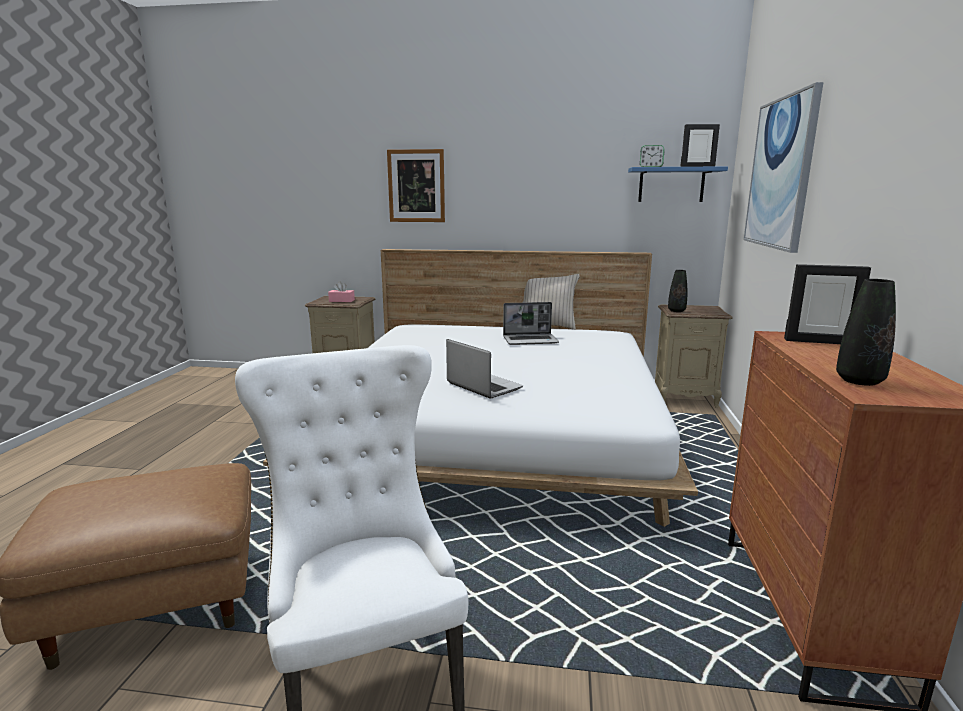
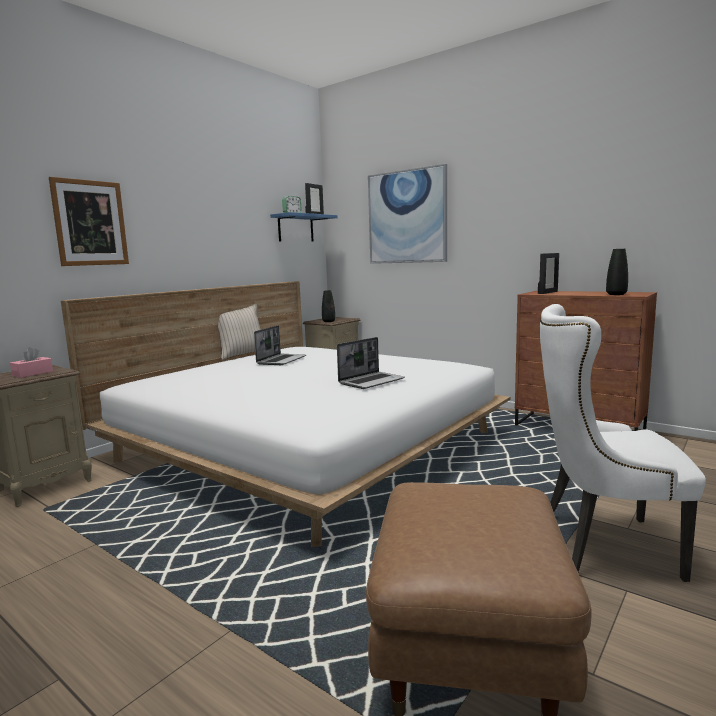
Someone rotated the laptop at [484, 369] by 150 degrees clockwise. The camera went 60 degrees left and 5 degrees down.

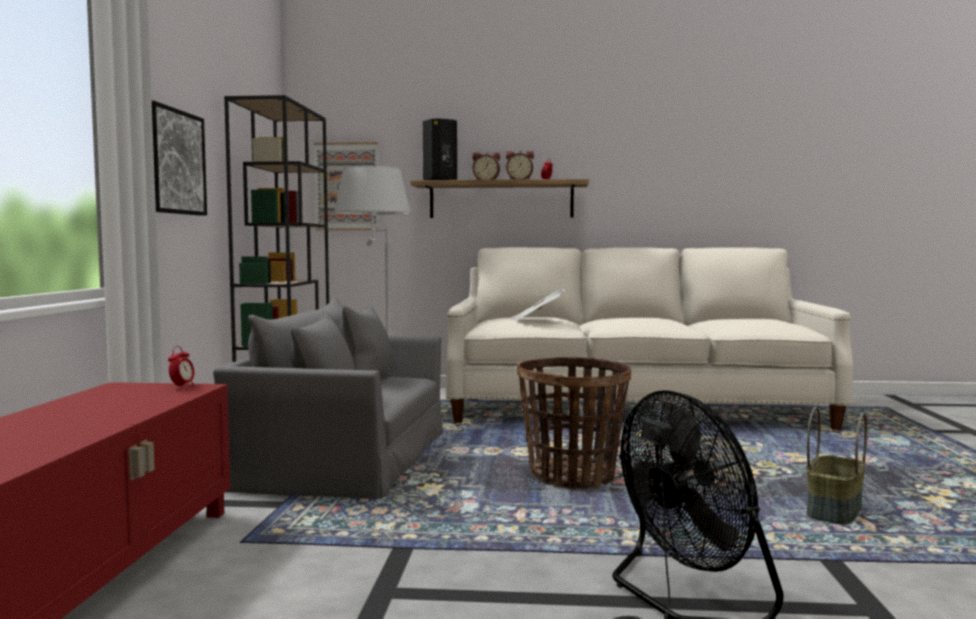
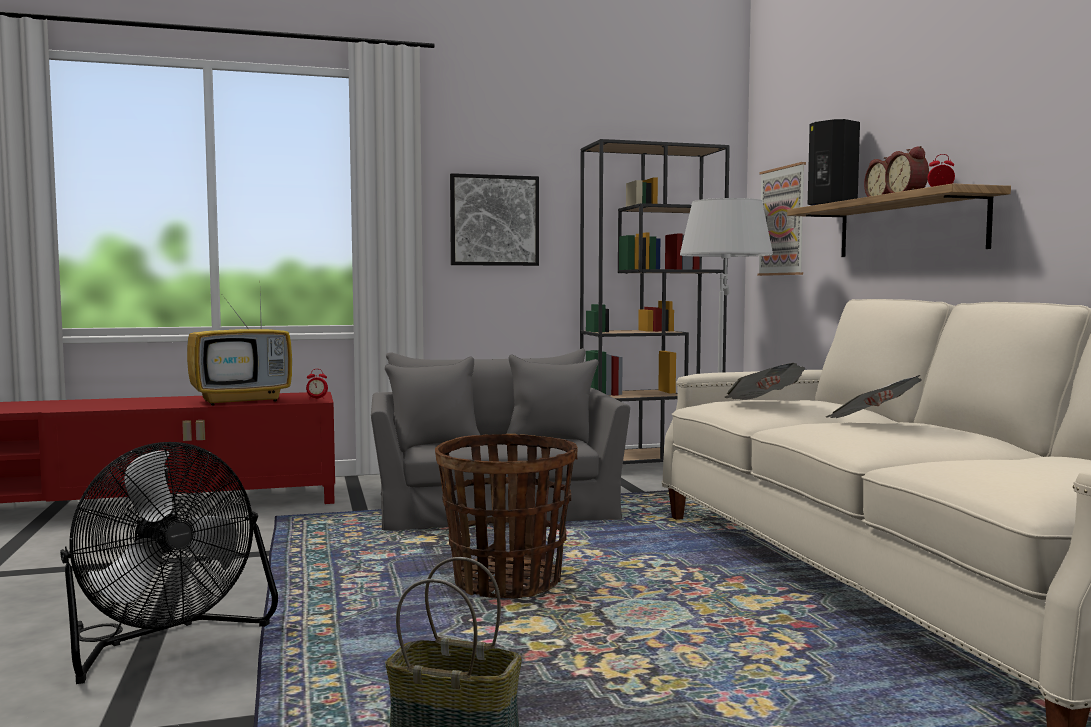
Someone put down the television at [239, 349]. Someone put down the newspaper at [874, 396]. The camera went 70 degrees right and 0 degrees up.

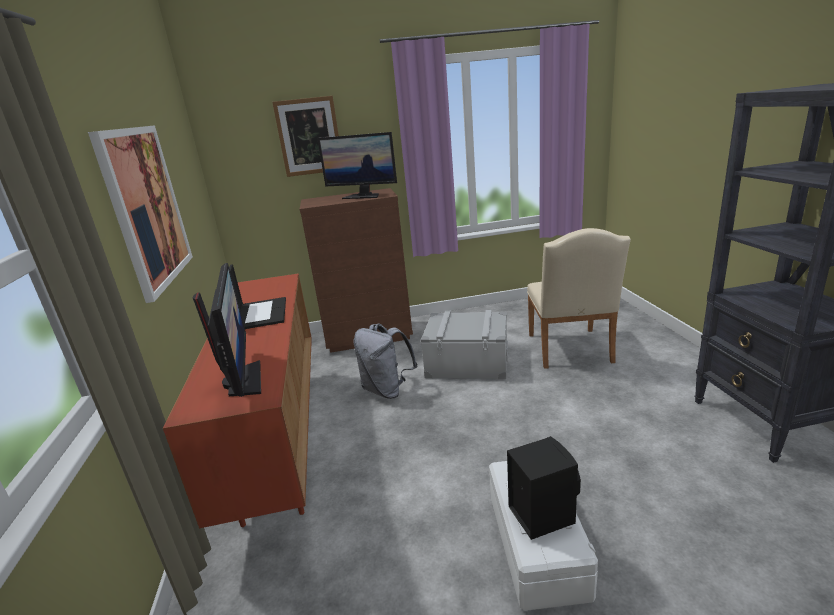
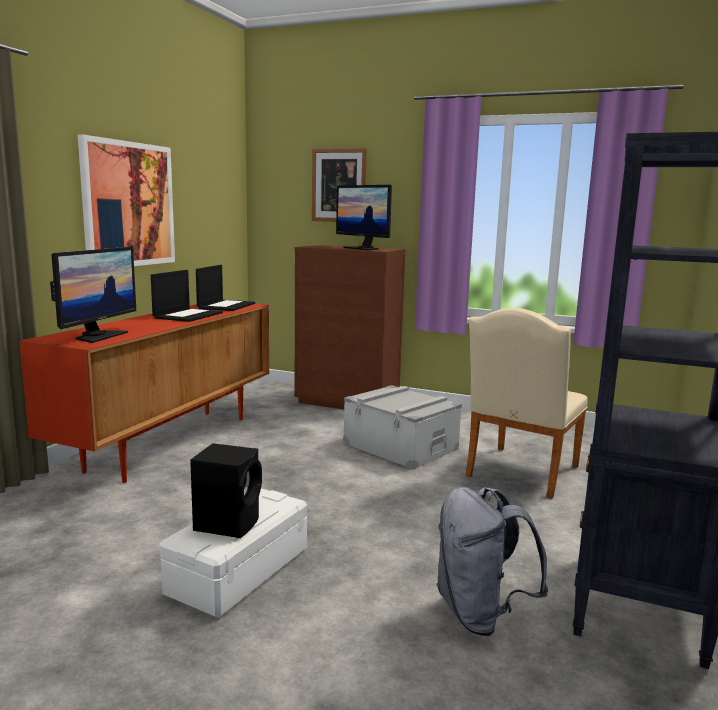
Someone carried the backpack (grey) from [385, 361] to [492, 561]. Someone put down the laptop at [225, 288]. The camera went 30 degrees right and 10 degrees down.

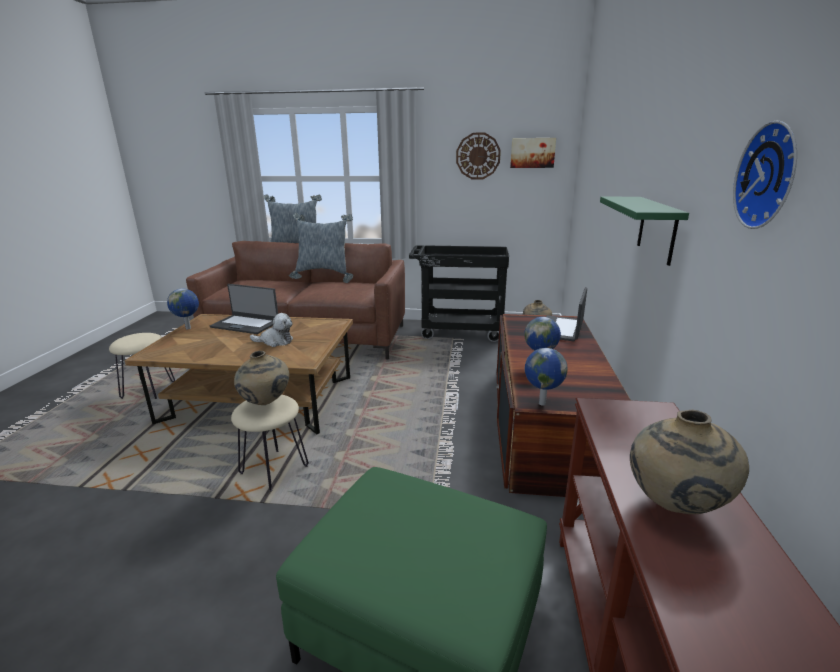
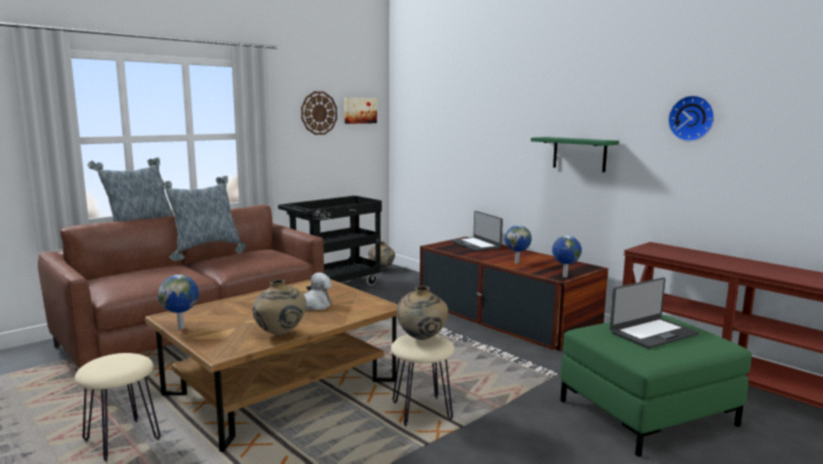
Someone carried the laptop from [244, 309] to [654, 313]. Someone carried the vase (beige) from [689, 462] to [279, 307]. The camera went 50 degrees left and 10 degrees down.

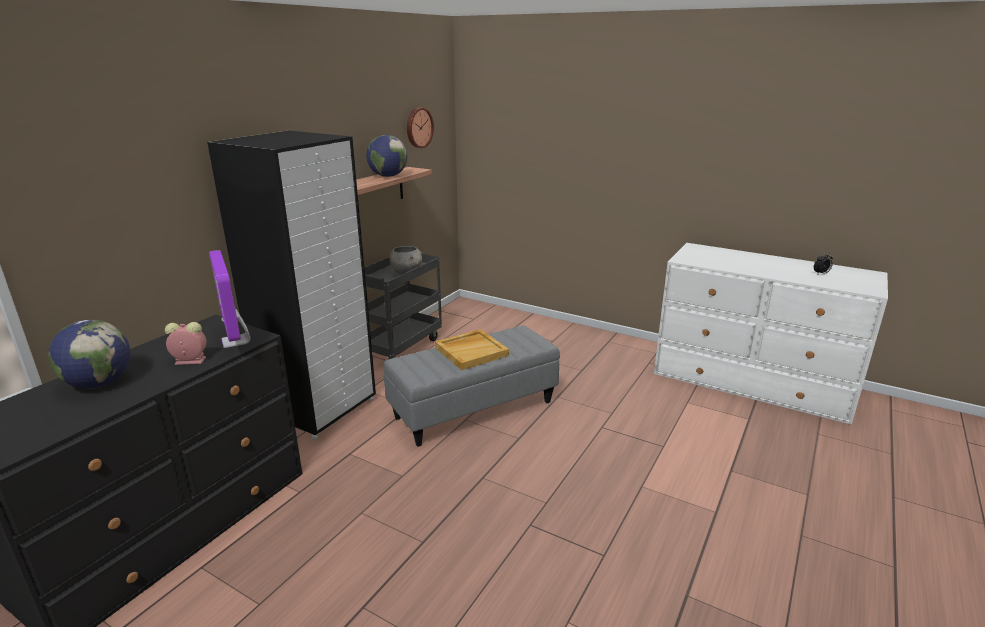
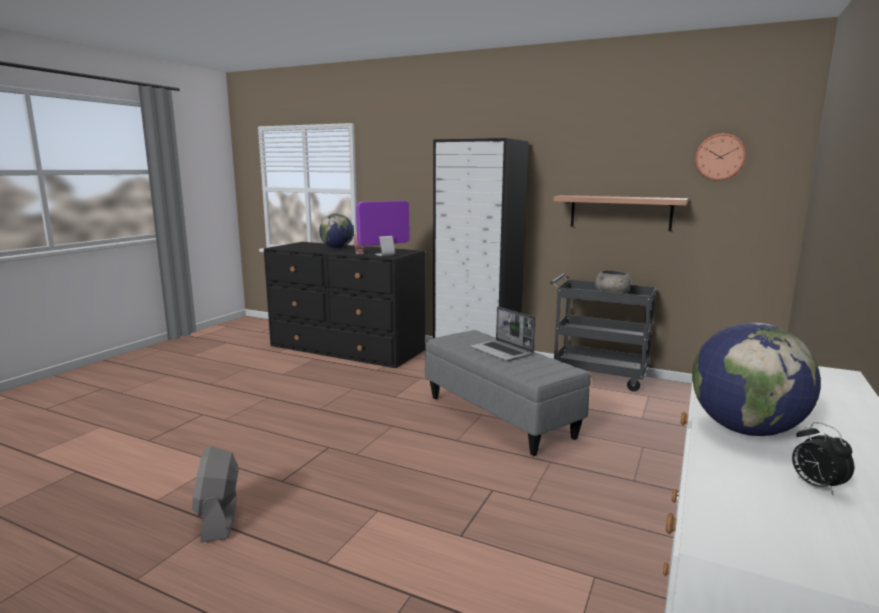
Someone carried the globe from [386, 156] to [756, 379]. Someone swapped the tray (beige) at [472, 349] for the laptop at [503, 334]. Someone put down the fan (grey) at [215, 494]. The camera went 85 degrees right and 10 degrees down.

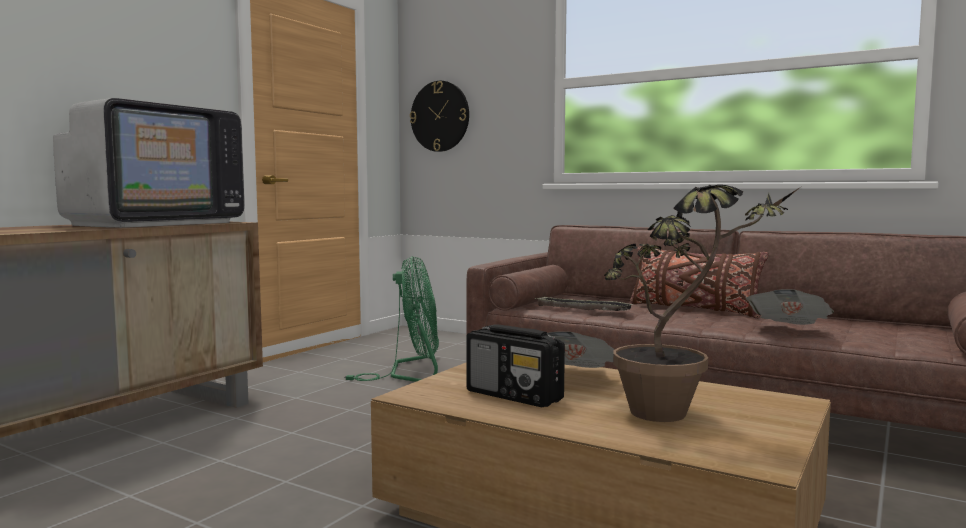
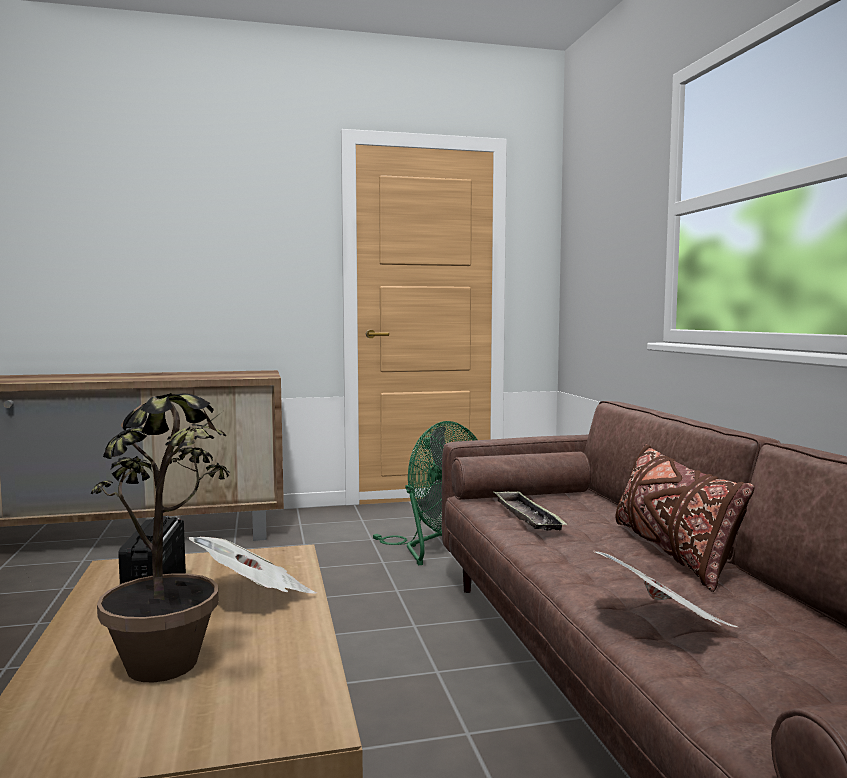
Someone took away the television at [148, 163]. Someone took away the wall clock at [439, 116]. The camera went 45 degrees right and 0 degrees up.

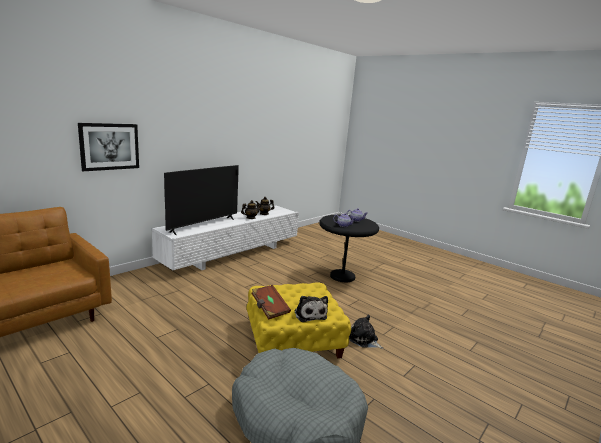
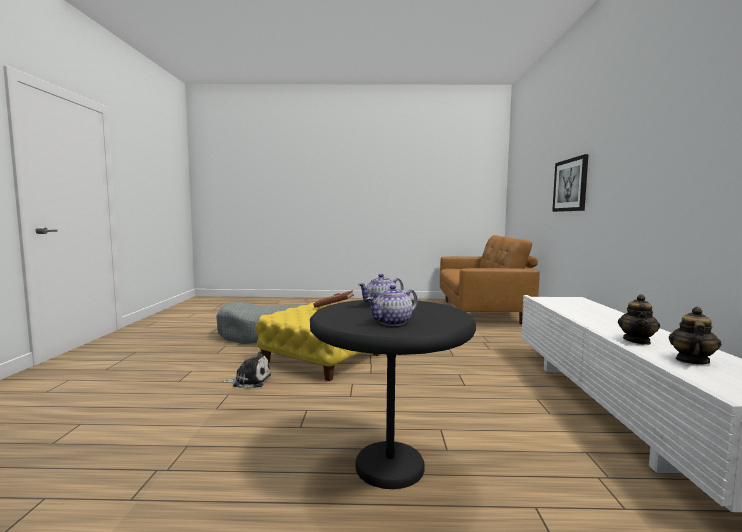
Someone took away the television at [201, 200]. Someone took away the plush toy at [311, 309]. The camera went 140 degrees right and 10 degrees down.

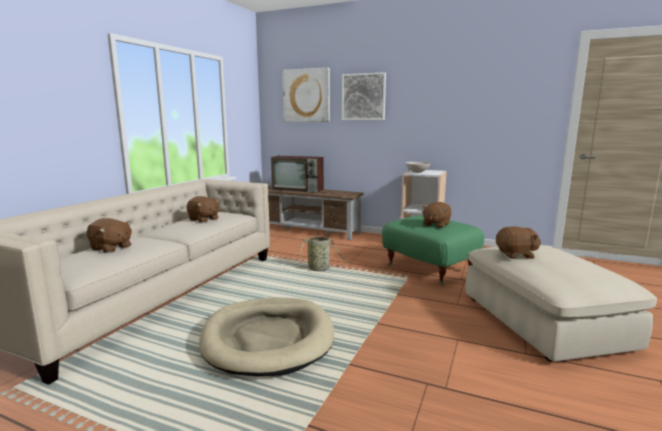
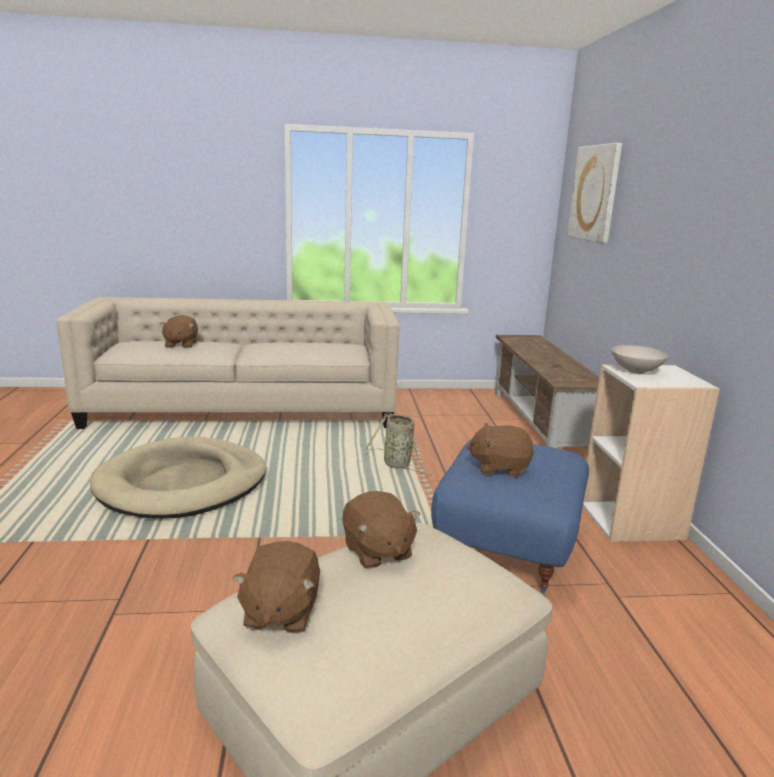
Someone carried the plush toy (brown) from [202, 209] to [276, 587]. Someone took away the television at [297, 174]. Someone took away the picture at [364, 96]. Someone repainted the ottoman (green) at [433, 250], which became the ottoman (blue) at [510, 517]. The camera went 60 degrees right and 5 degrees up.

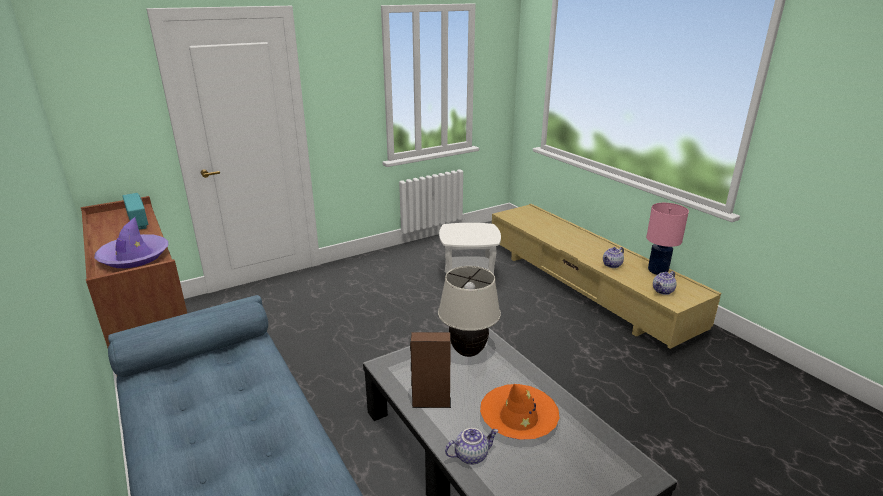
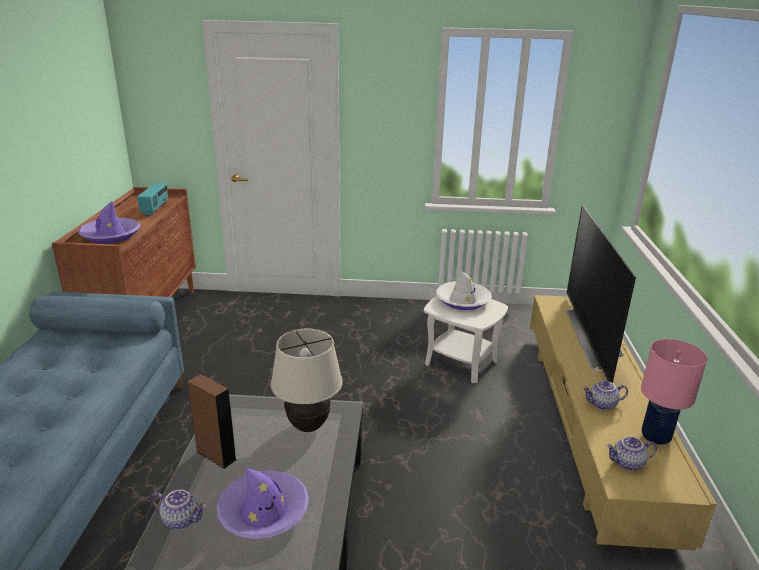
Someone repainted the hat (orange) at [519, 412], which became the hat (purple) at [262, 503]. Someone put down the hat (white) at [464, 290]. Someone put down the television at [601, 294]. The camera went 35 degrees right and 0 degrees up.

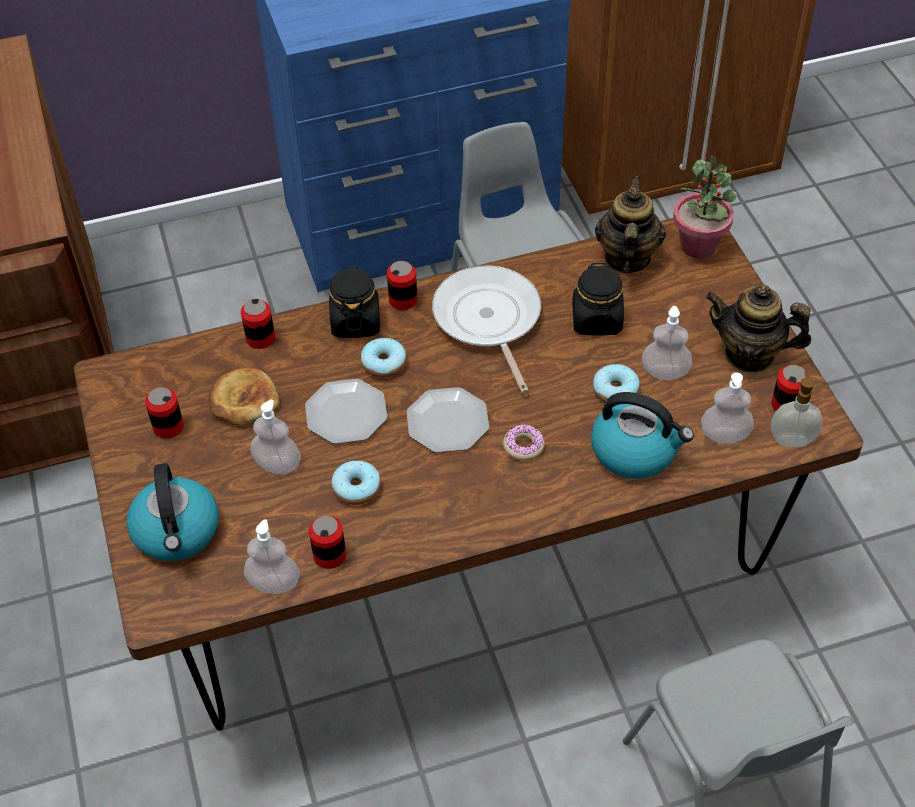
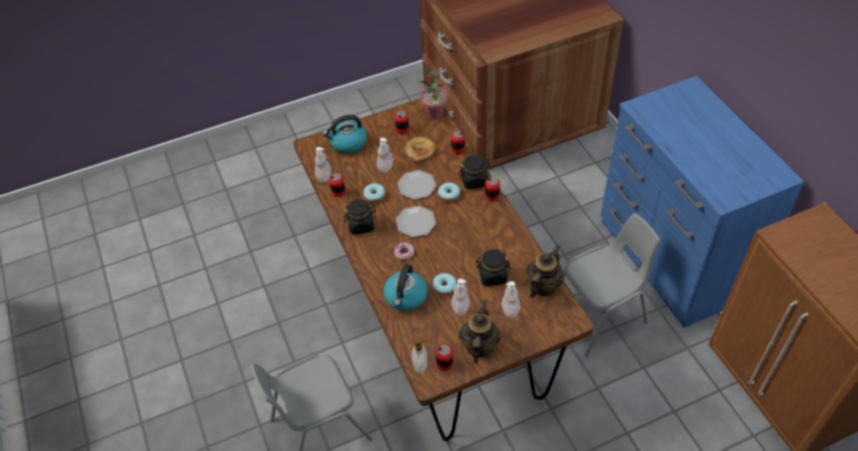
Someone took away the frying pan at [486, 329]. Someone rotated the teapot at [630, 224] by 60 degrees counterclockwise. Someone carried the potted plant from [705, 207] to [434, 94]. Someone carried the soap dispenser from [727, 408] to [510, 299]. Someone put down the jar (black) at [360, 217]. The camera went 85 degrees right and 0 degrees up.

